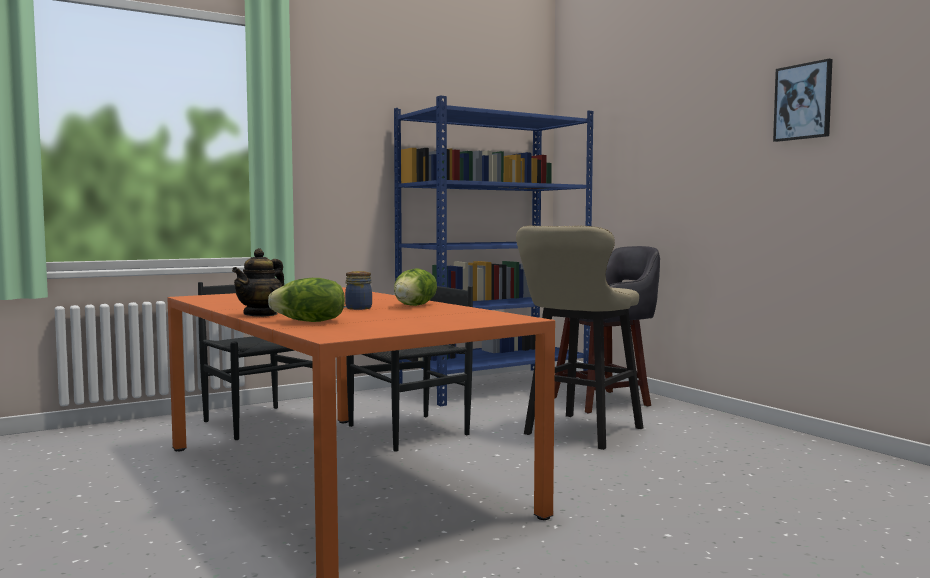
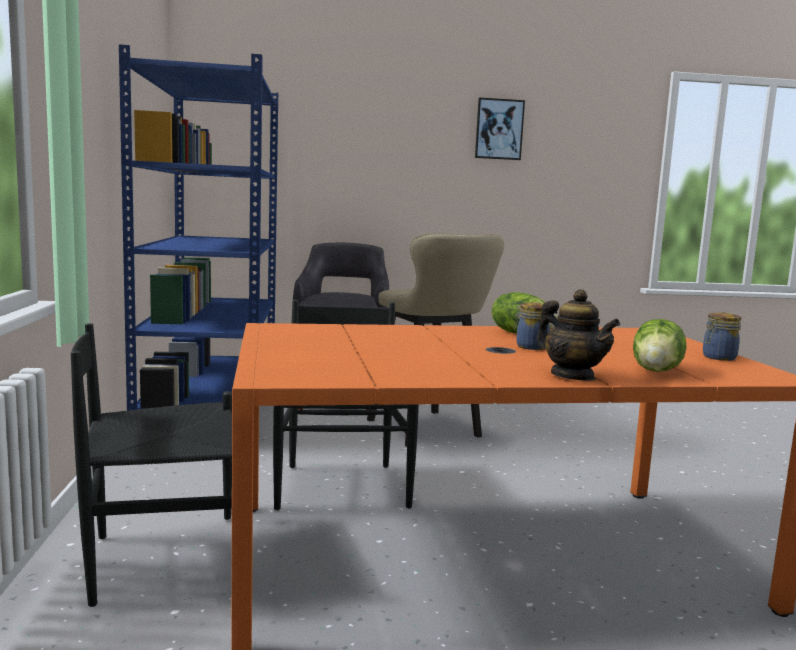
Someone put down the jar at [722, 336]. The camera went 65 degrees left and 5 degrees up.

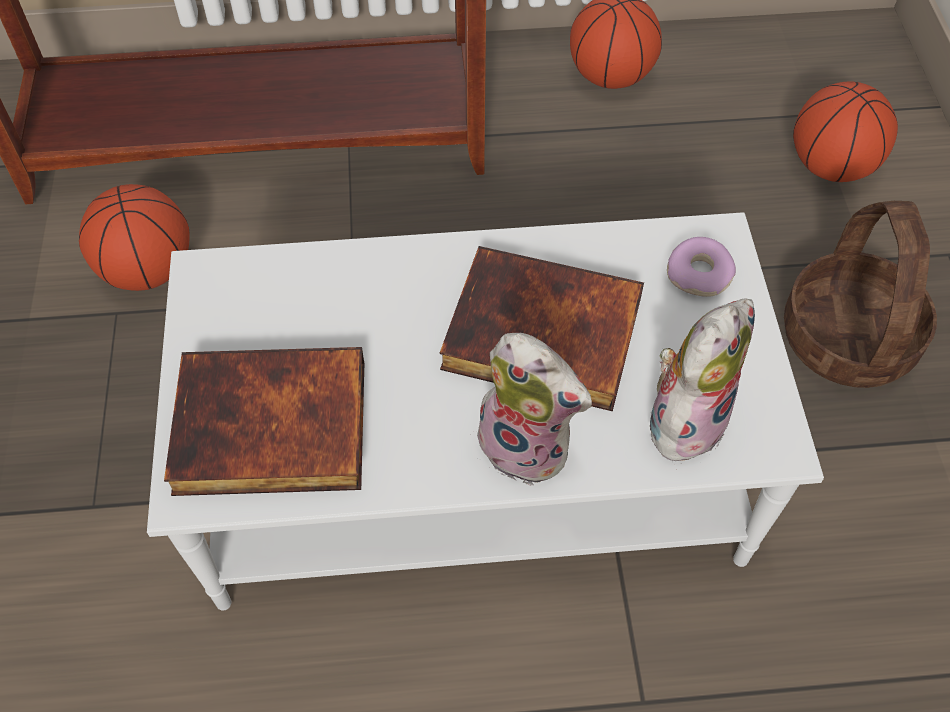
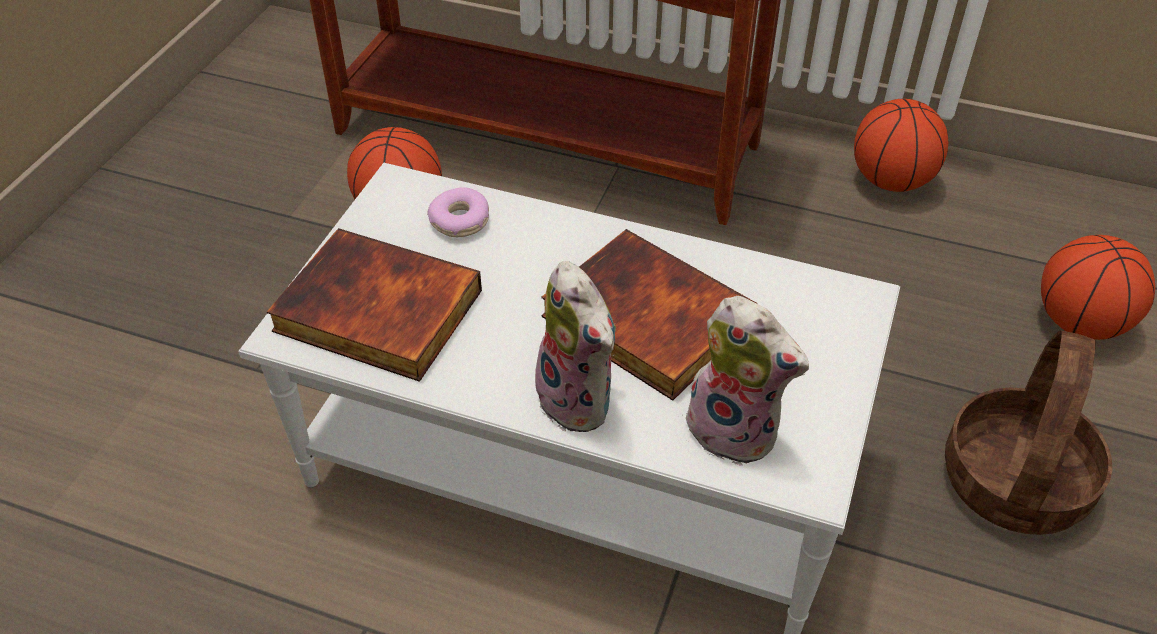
Someone rotated the plush toy at [702, 384] by 60 degrees clockwise. Someone carried the donut from [701, 267] to [458, 212]. The camera went 25 degrees right and 10 degrees down.

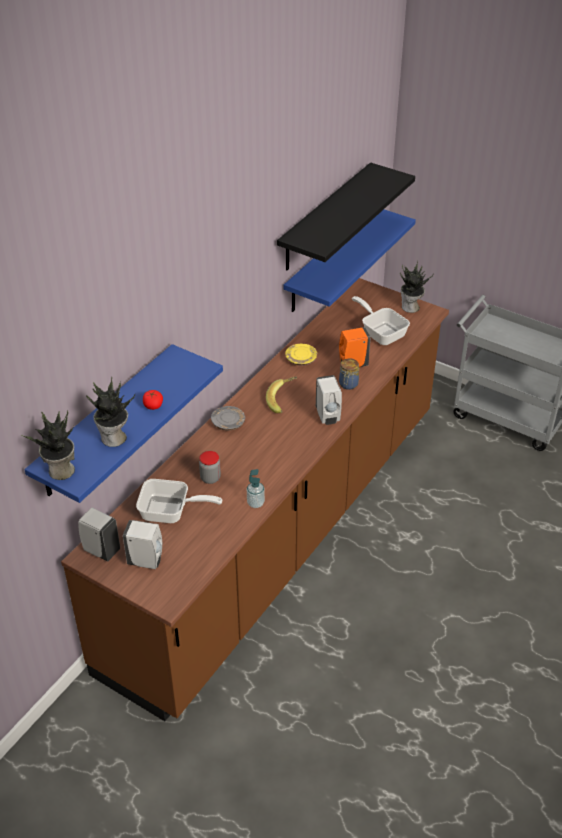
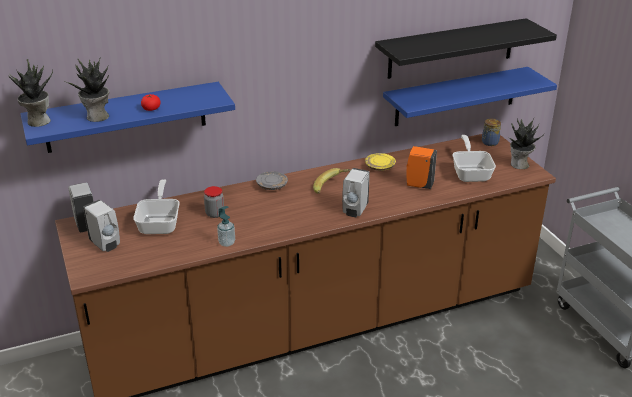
Someone rotated the frying pan at [179, 501] by 135 degrees counterclockwise. Someone carried the jar from [349, 374] to [491, 132]. The camera went 35 degrees right and 10 degrees down.

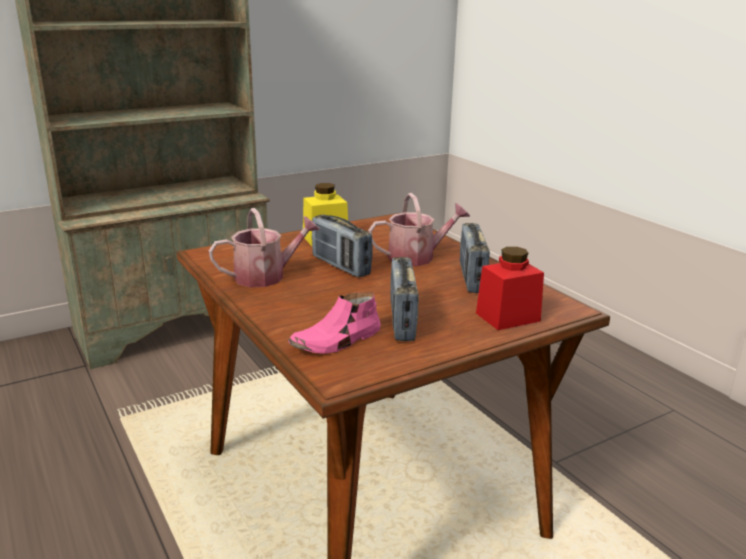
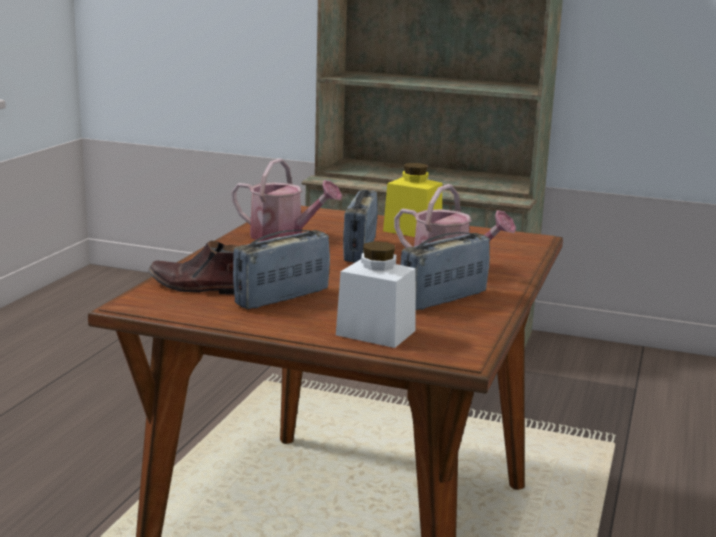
Someone repainted the shoe (pink) at [334, 323], which became the shoe (brown) at [192, 267]. Someone repainted the jar (red) at [510, 288], which became the jar (white) at [376, 294]. The camera went 50 degrees right and 5 degrees down.

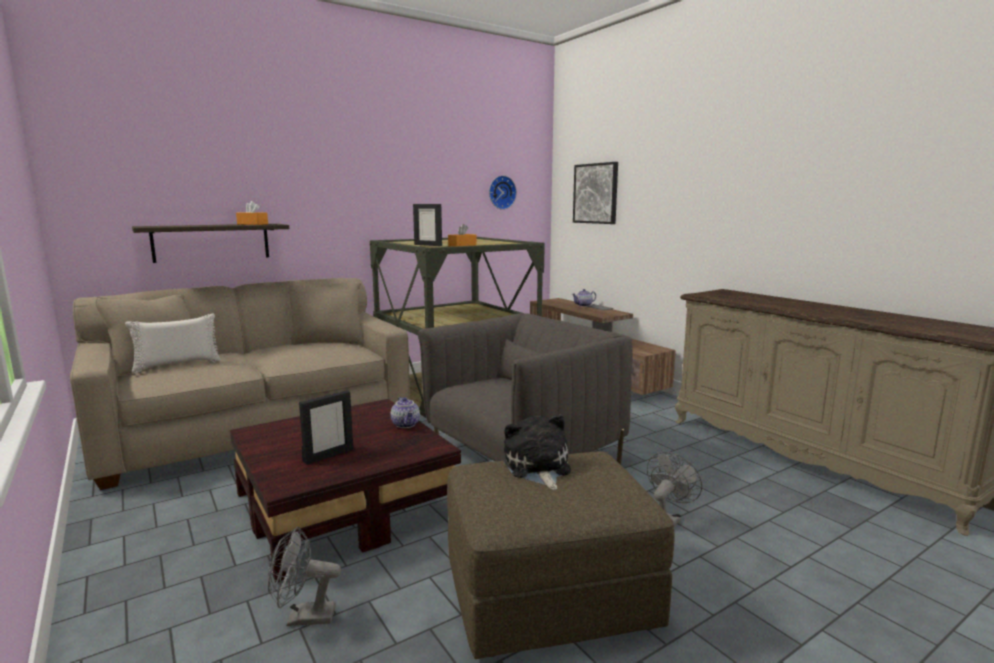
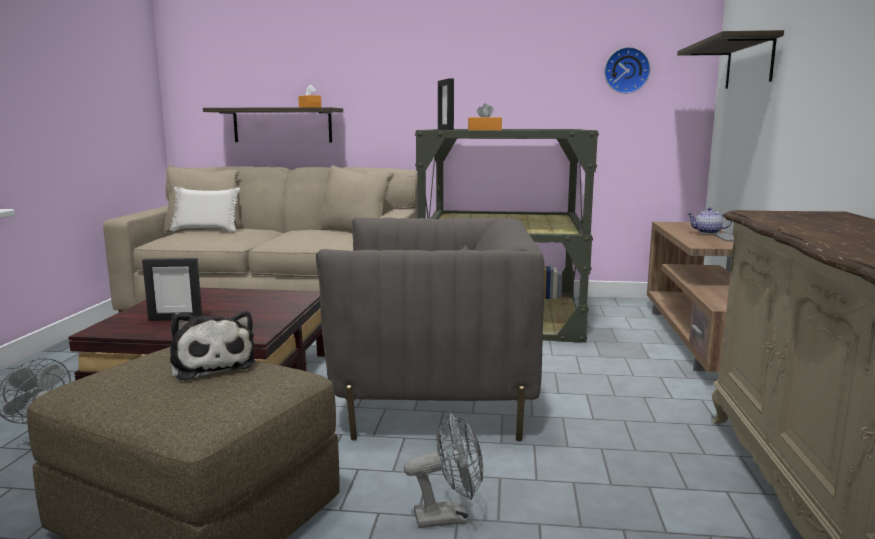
Someone took away the teapot at [405, 412]. Someone rotated the plush toy at [537, 452] by 120 degrees clockwise. Someone swapped the picture at [595, 193] for the shelf at [730, 59]. The camera went 40 degrees right and 0 degrees up.

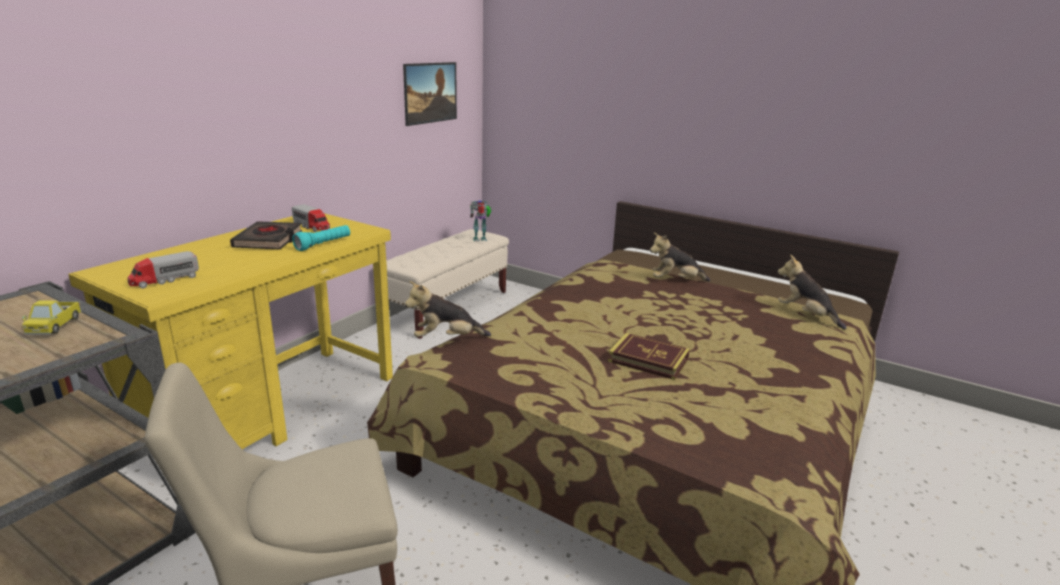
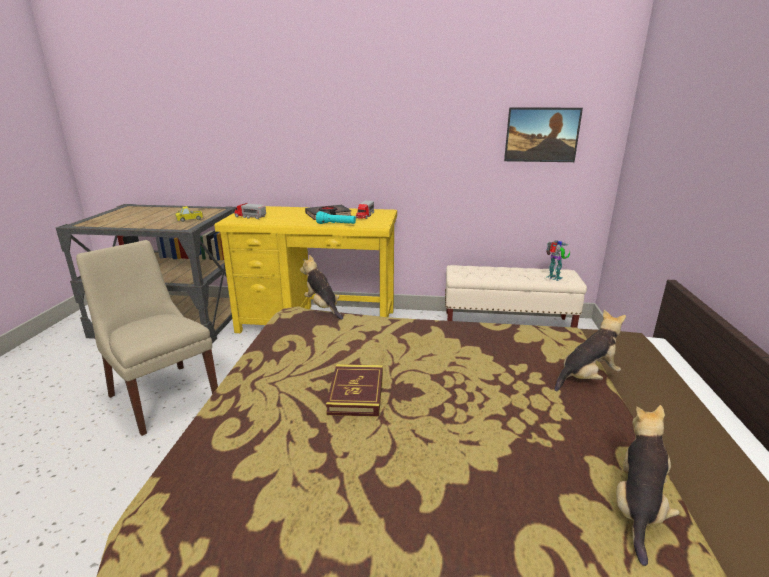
Someone rotated the plush toy at [680, 257] by 90 degrees clockwise. The camera went 65 degrees right and 0 degrees up.

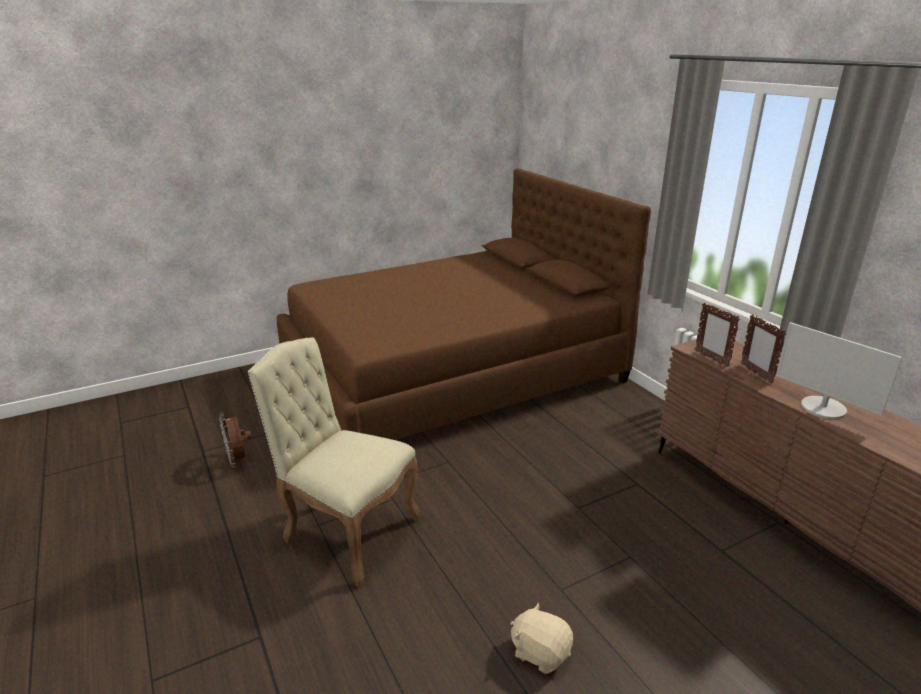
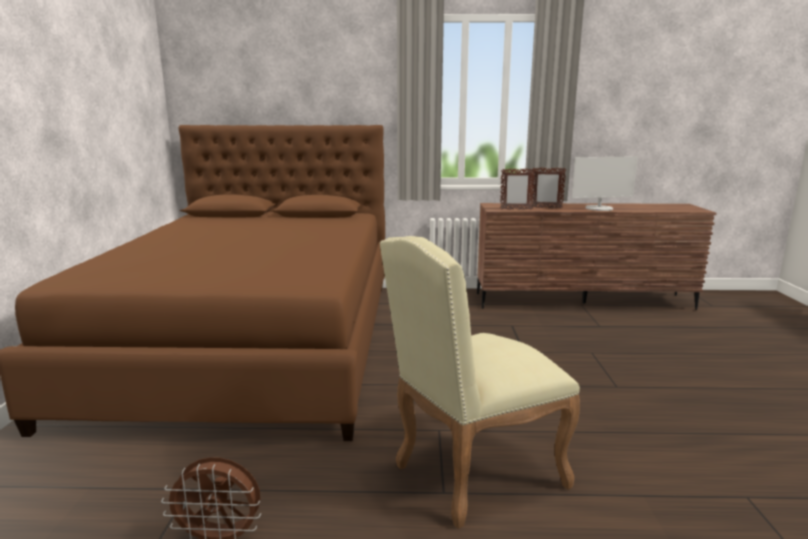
Someone took away the plush toy (beige) at [541, 638]. The camera went 60 degrees left and 10 degrees down.

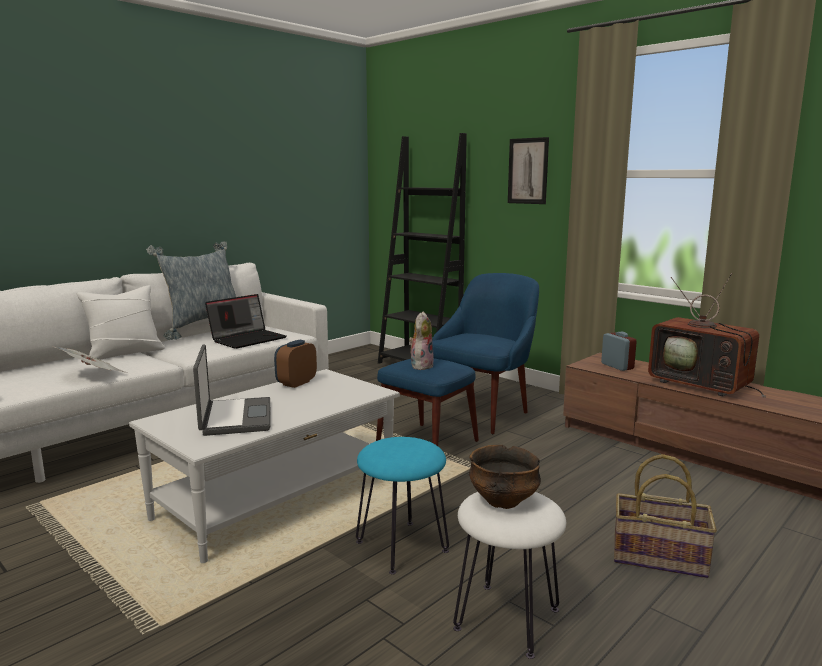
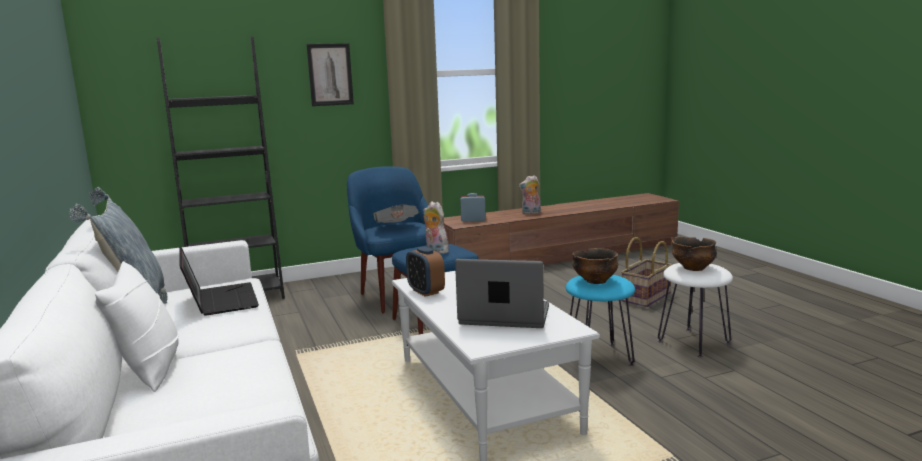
Someone carried the newspaper from [89, 359] to [396, 213]. Someone swapped the television at [707, 335] for the plush toy at [530, 194]. Someone put down the bowl at [595, 266]. The camera went 65 degrees left and 0 degrees up.

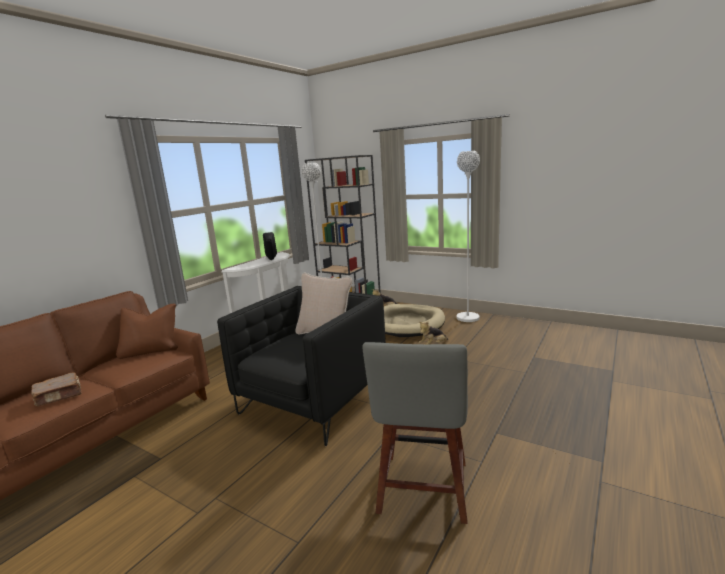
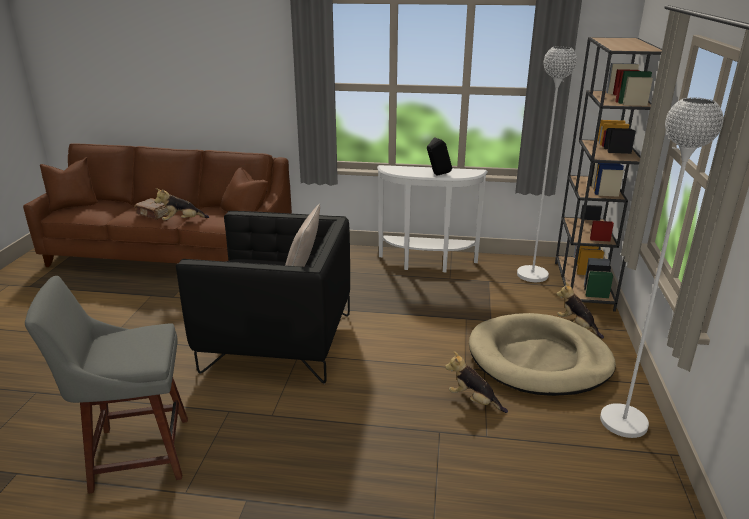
Someone put down the plush toy at [181, 204]. The camera went 65 degrees right and 10 degrees up.

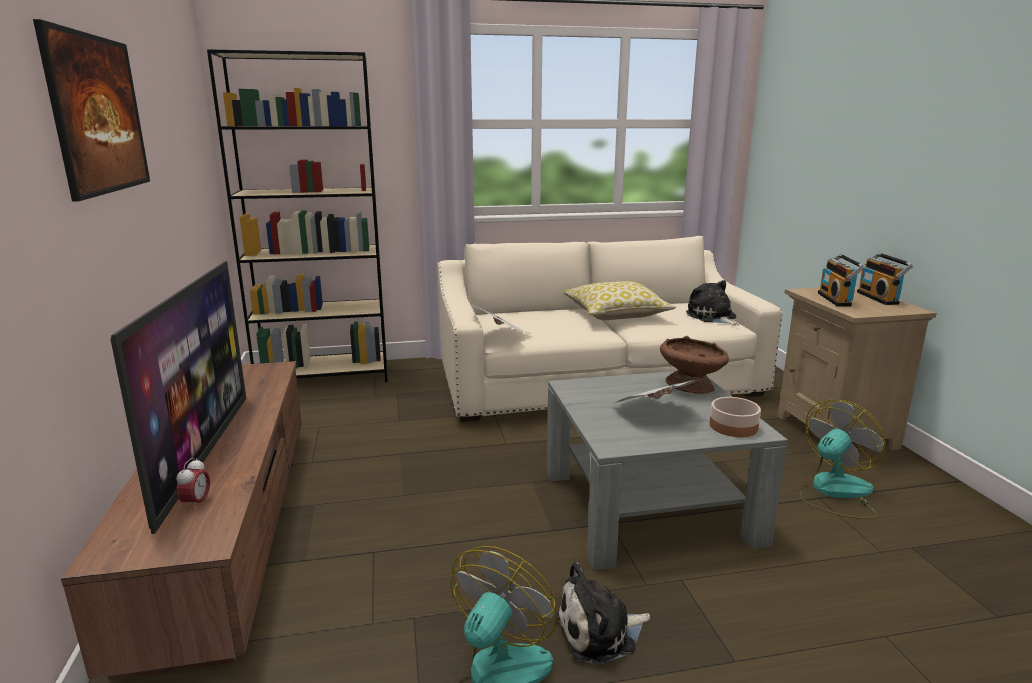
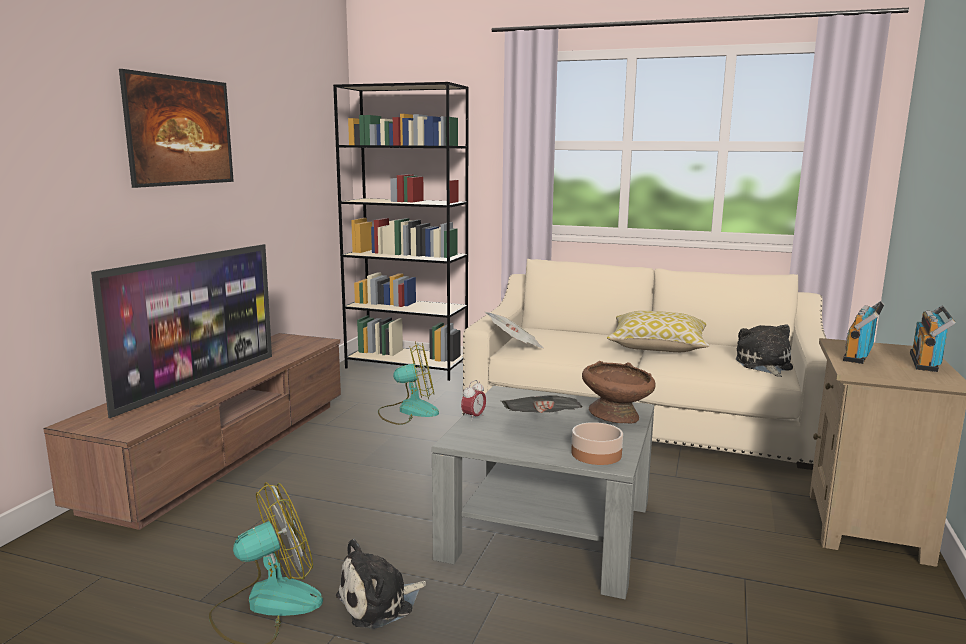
Someone carried the alarm clock from [193, 484] to [473, 401]. Someone rotated the plush toy at [603, 613] by 45 degrees counterclockwise. Someone carried the fan from [842, 459] to [408, 383]. The camera went 30 degrees right and 5 degrees down.

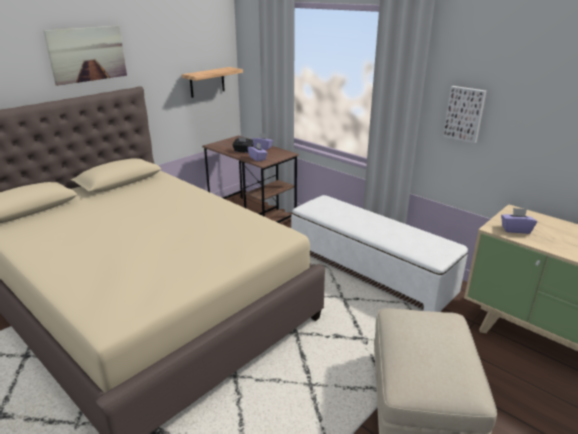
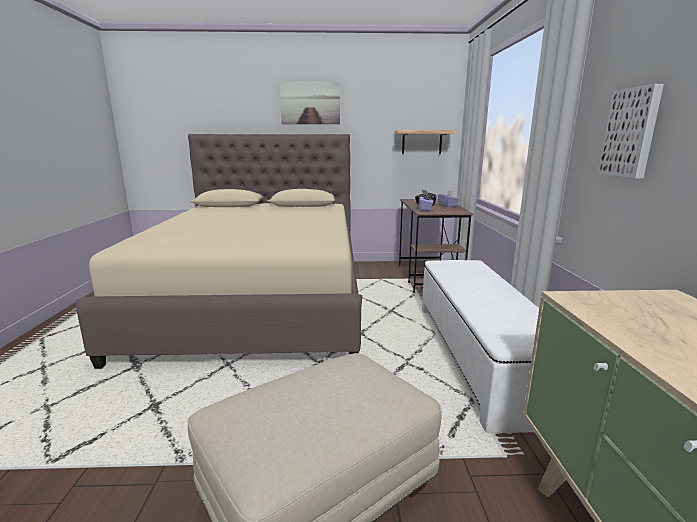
Someone took away the tissue box (purple) at [519, 221]. The camera went 45 degrees right and 10 degrees down.

